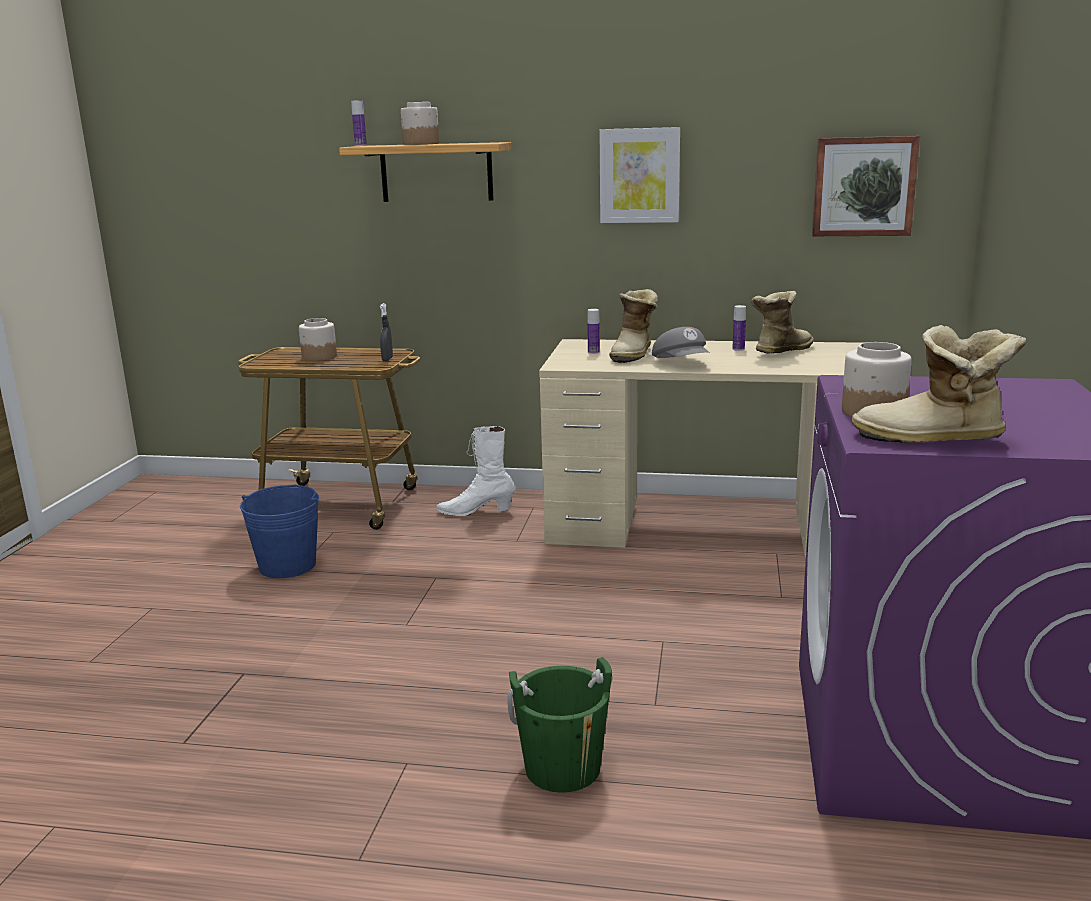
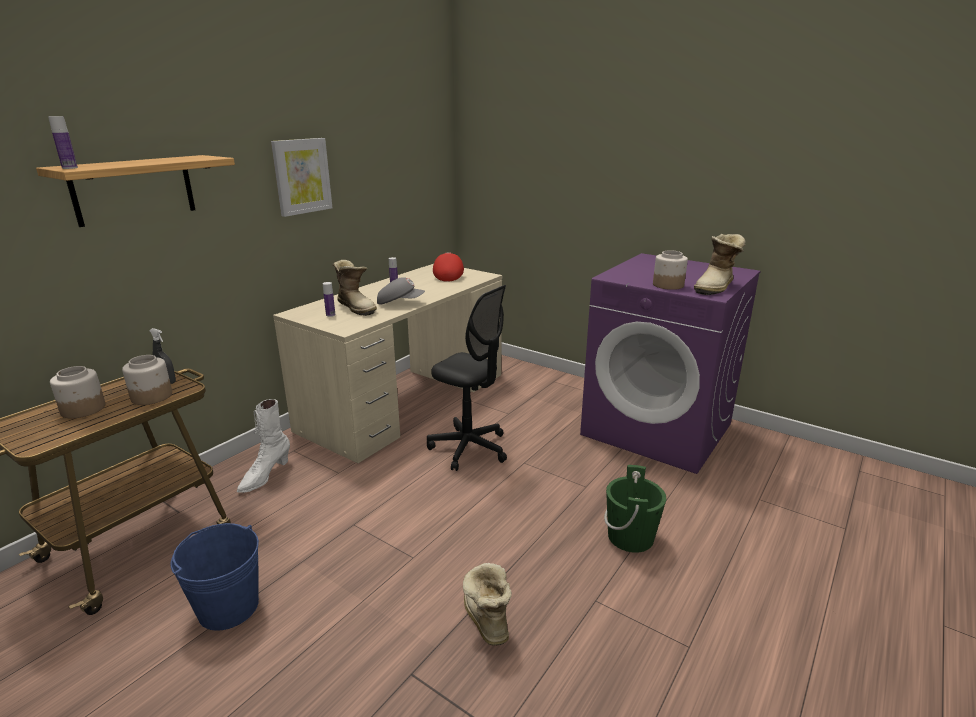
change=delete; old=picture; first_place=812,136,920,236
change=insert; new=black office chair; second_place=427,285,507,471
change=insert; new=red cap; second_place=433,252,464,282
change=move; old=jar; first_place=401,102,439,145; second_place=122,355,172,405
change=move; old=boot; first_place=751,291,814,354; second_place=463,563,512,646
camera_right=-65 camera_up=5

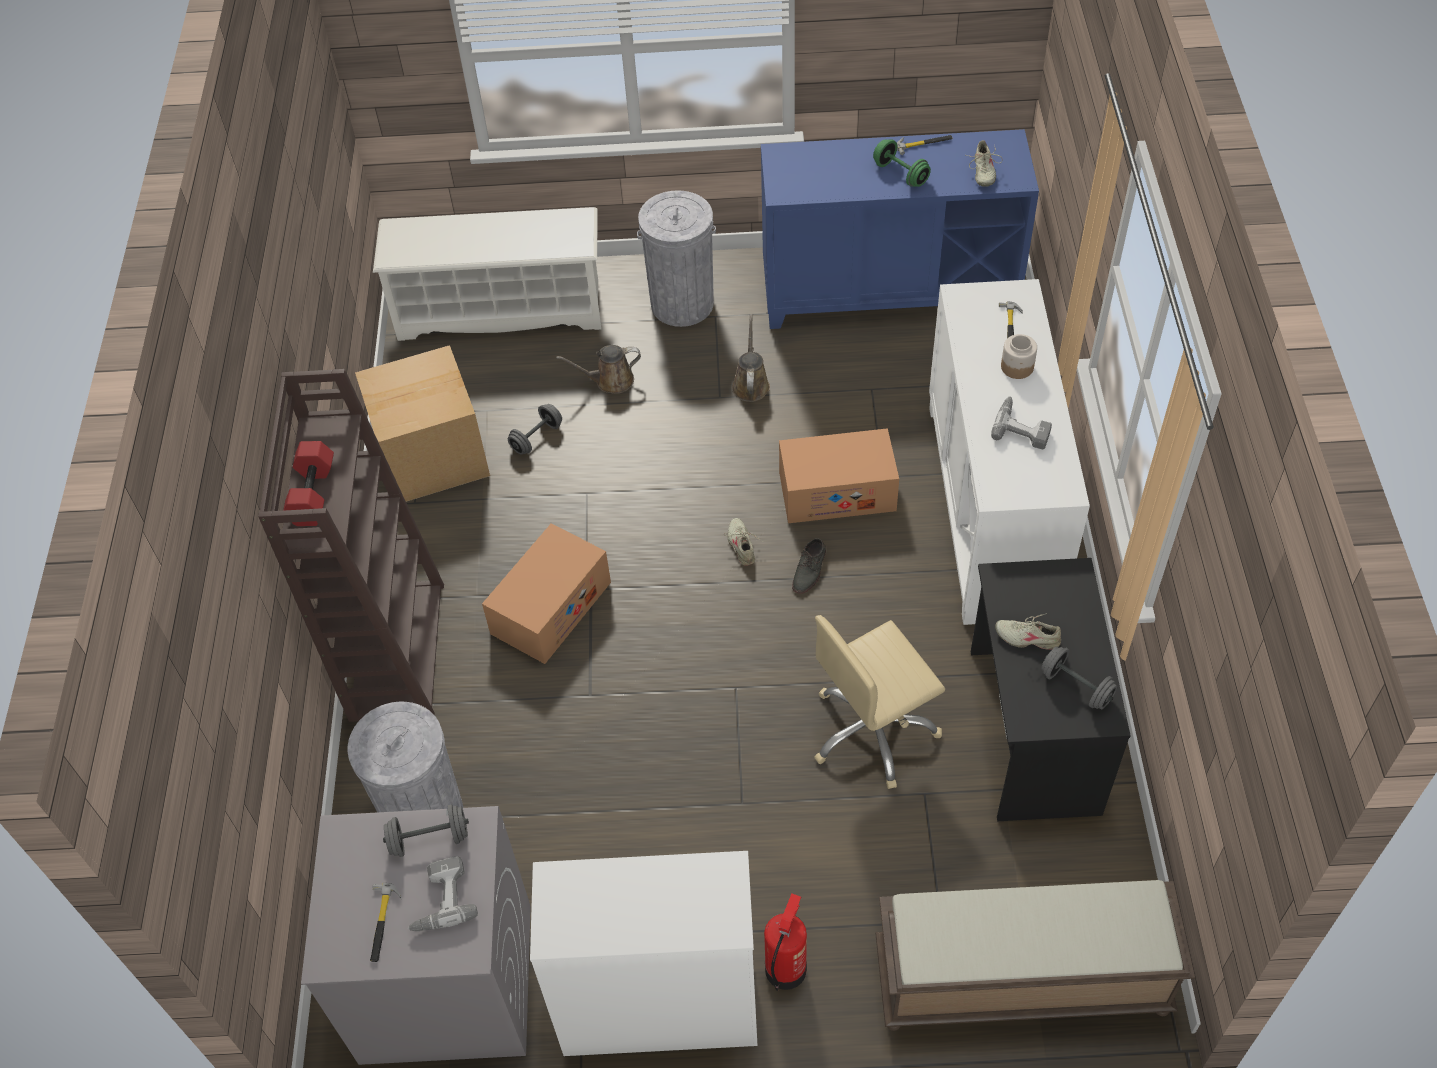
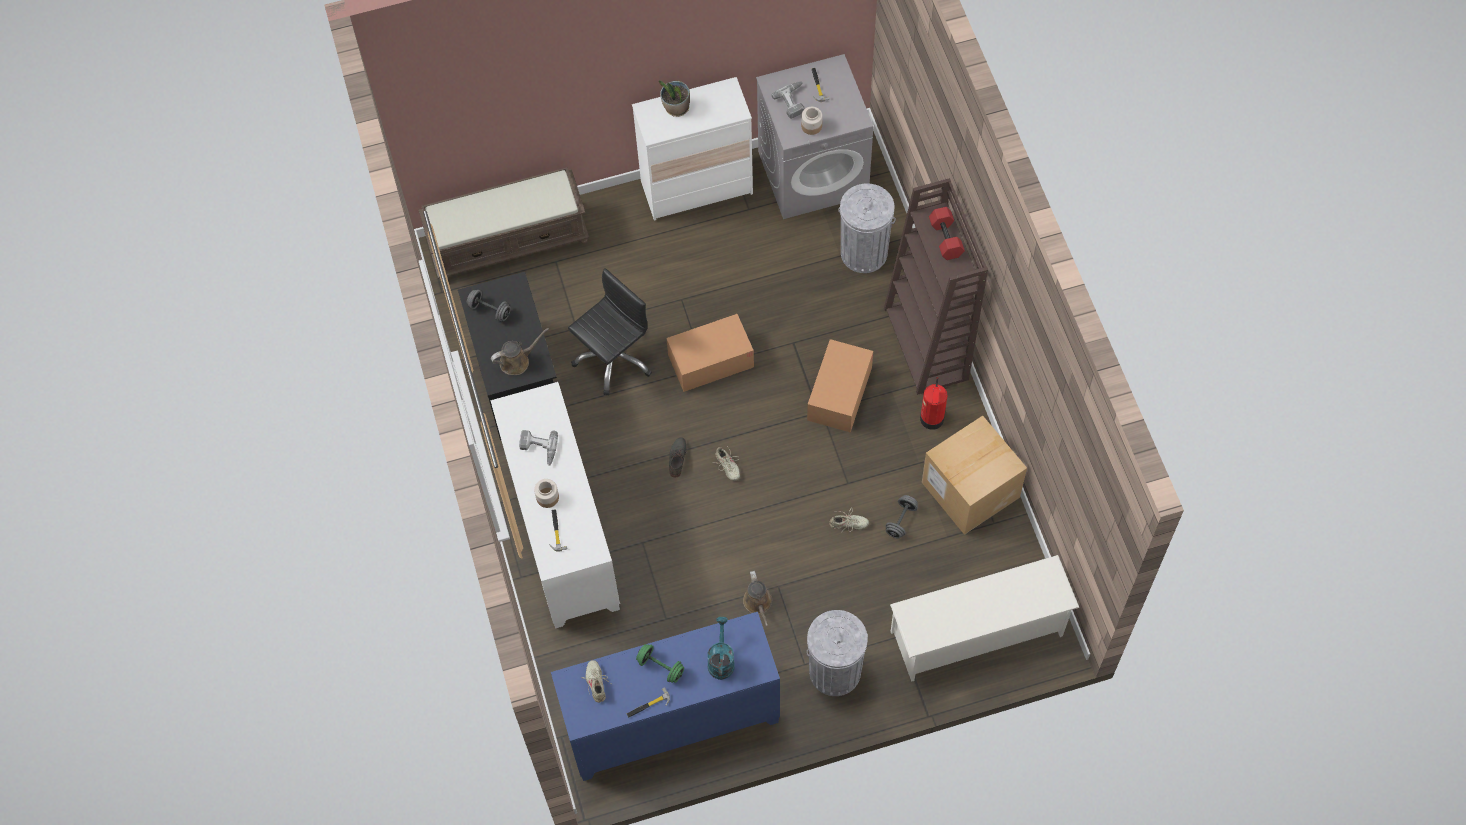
change=insert; new=potted plant; second_place=659,80,690,117
change=insert; new=turquoise watering can; second_place=707,617,735,680
change=move; old=brown watering can; first_place=556,345,641,394; second_place=491,328,549,375
change=move; old=fire extinguisher; first_place=764,894,807,991; second_place=920,377,947,430
change=move; old=cardboard box; first_place=779,428,899,523; second_place=666,314,754,392
change=move; old=beige shoe; first_place=995,613,1061,650; second_place=829,507,869,533
change=replace; old=grey dumbbell; new=jar; first_place=383,804,469,857; second_place=801,107,823,135
change=recolor; old=beige office chair; new=black office chair; first_place=814,615,945,789; second_place=568,268,652,395
camera_right=165 camera_up=10

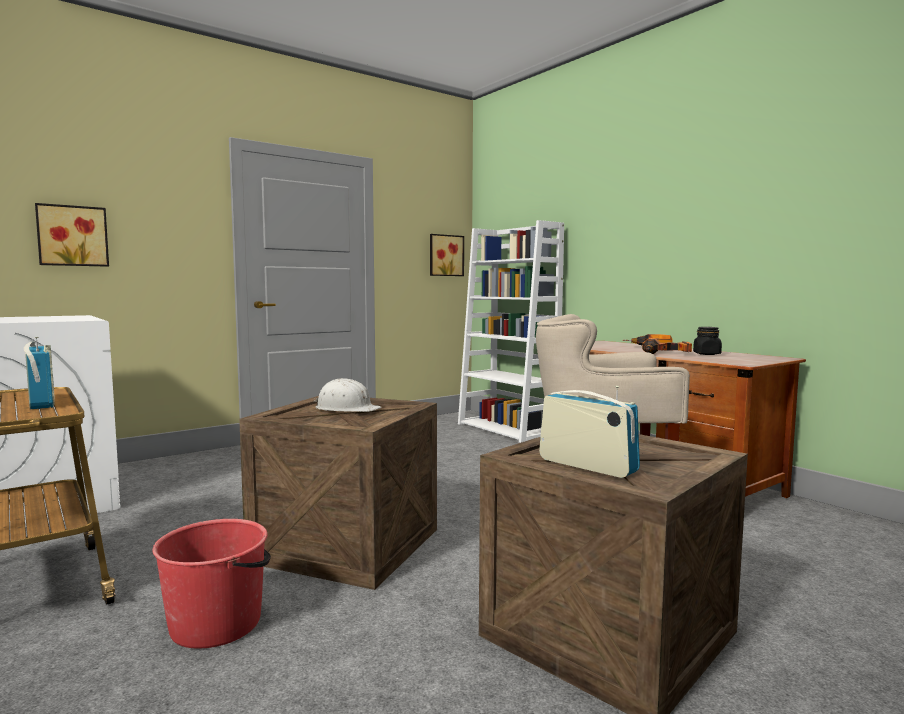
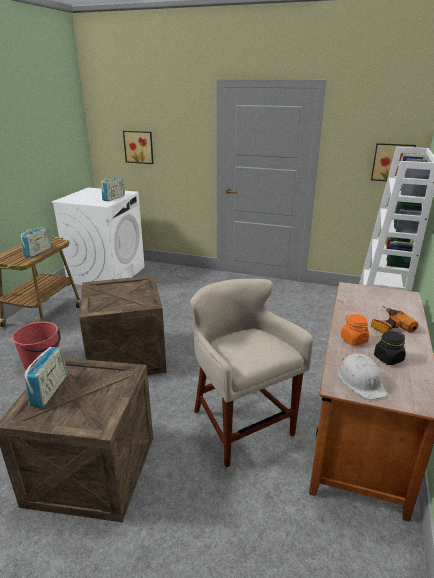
change=insert; new=radio; second_place=101,177,125,201
change=move; old=white hard hat; first_place=313,378,382,412; second_place=337,353,387,400
change=replace; old=power drill; new=orange jar; first_place=642,338,692,354; second_place=341,314,369,346
camera_right=55 camera_up=20

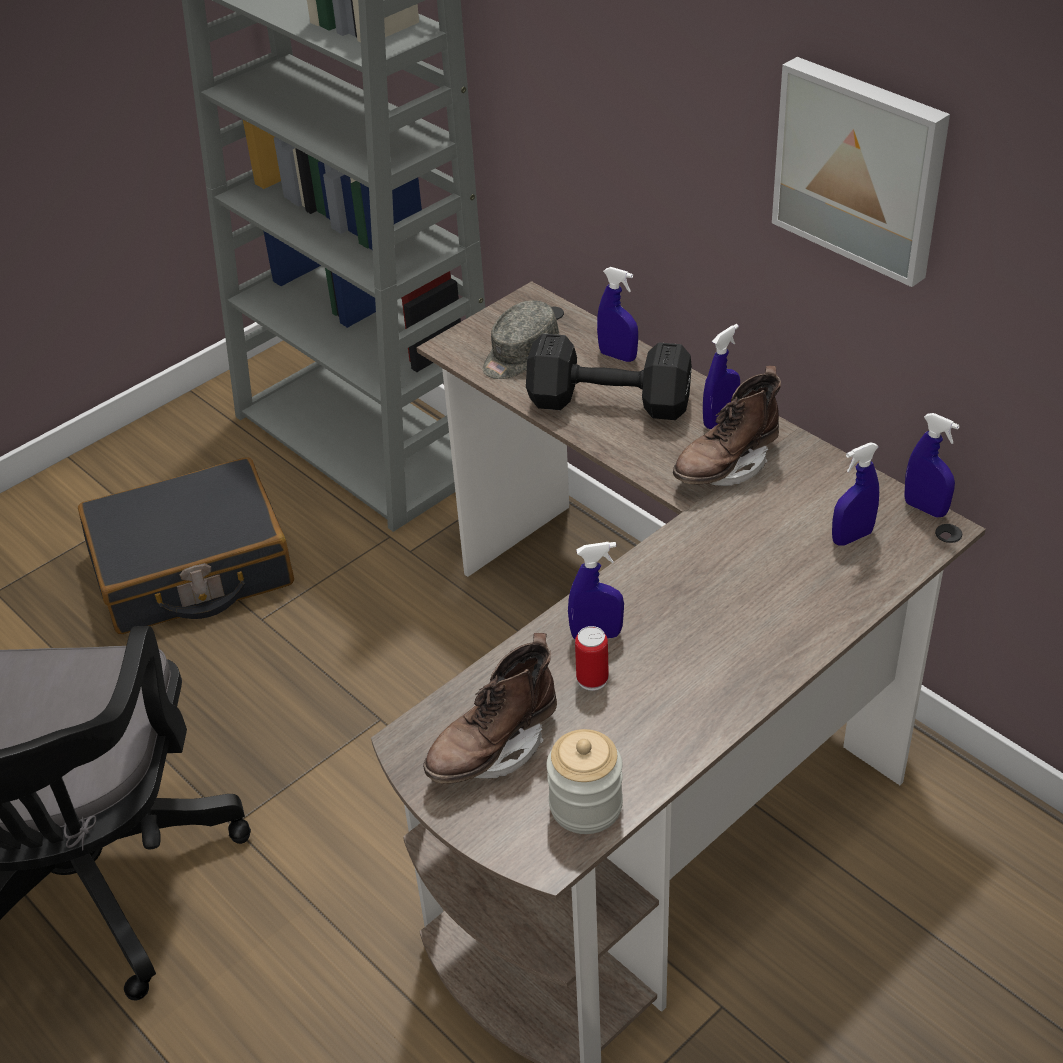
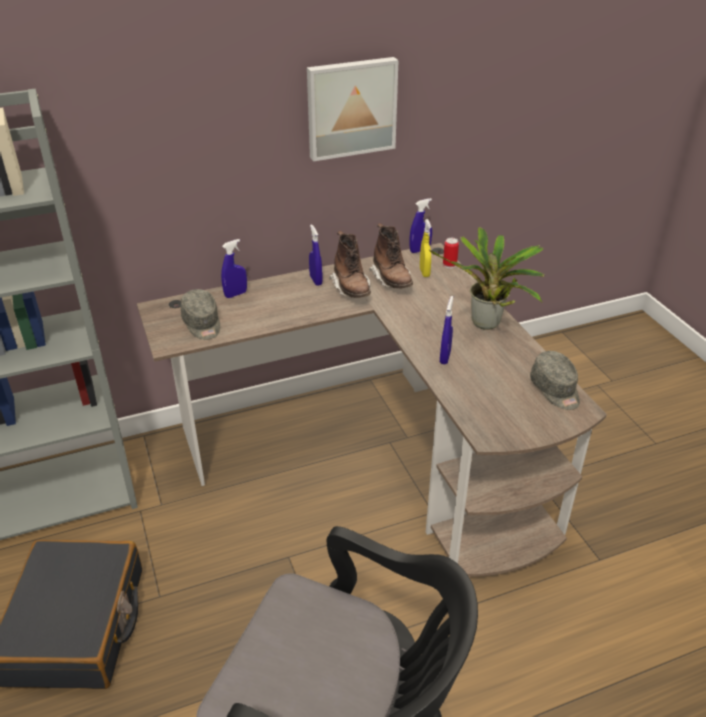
change=delete; old=black dumbbell; first_place=526,333,692,420
change=insert; new=potted plant; second_place=429,227,544,330
change=move; old=brown boot; first_place=423,633,557,784; second_place=369,223,413,288
change=move; old=can; first_place=575,626,609,691; second_place=443,238,459,268
change=replace; old=jar; new=grey cap; first_place=547,729,623,834; second_place=530,351,580,410
change=recolor; old=blue spray bottle; new=yellow spray bottle; first_place=832,442,879,546; second_place=420,219,431,277
camera_right=-70 camera_up=-5

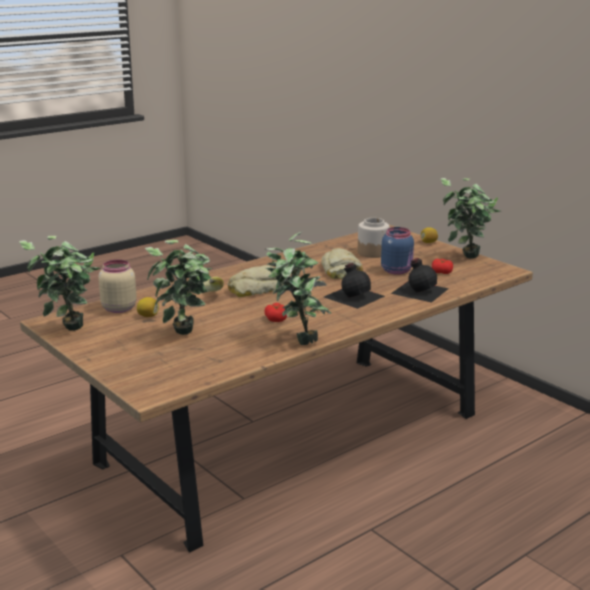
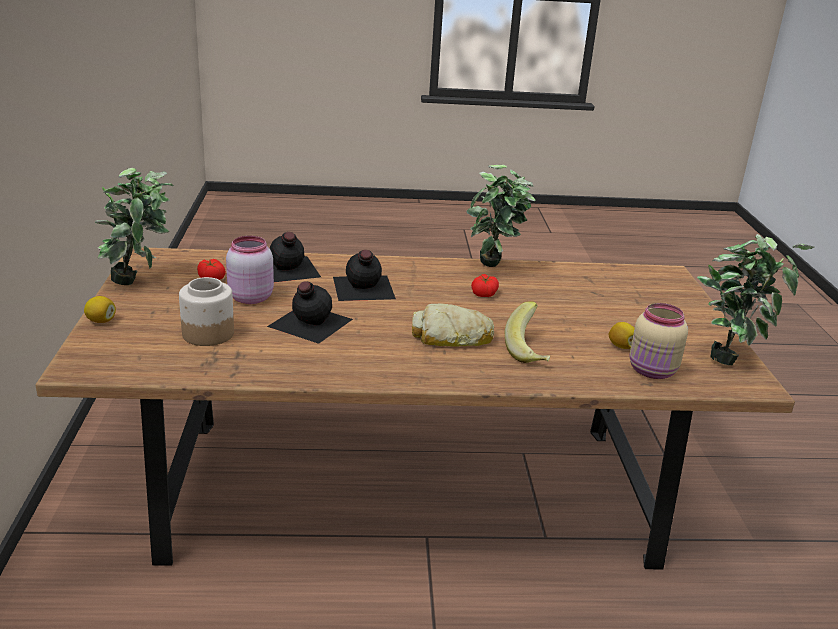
change=delete; old=potted plant; first_place=145,240,213,335
change=replace; old=bread; new=black bottle; first_place=321,248,363,279; second_place=267,281,353,344
change=recolor; old=blue jar; new=pink jar; first_place=381,227,414,275; second_place=226,236,274,304
camera_right=-145 camera_up=5

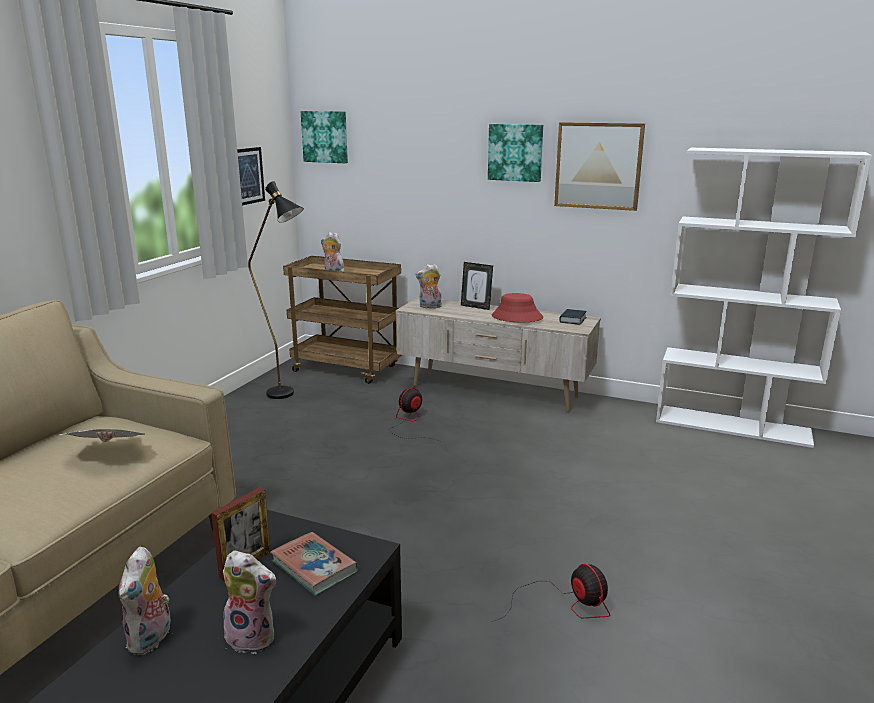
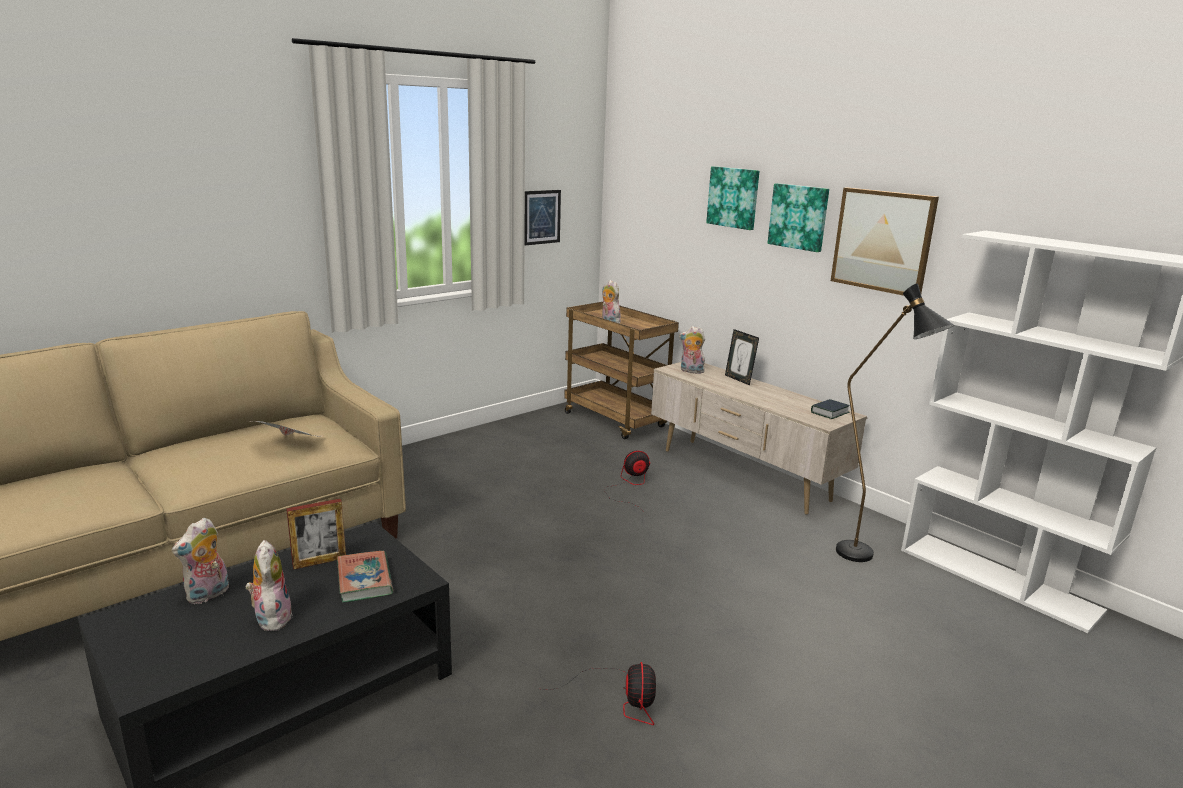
change=delete; old=red hat; first_place=491,293,543,322
change=move; old=black floor lamp; first_place=248,181,304,399; second_place=836,283,954,562
change=move; old=picture; first_place=301,111,348,163; second_place=706,166,760,230
change=rotate; old=plush toy; first_place=222,550,277,654; second_place=246,540,293,631; degrees=-150
camera_right=25 camera_up=0

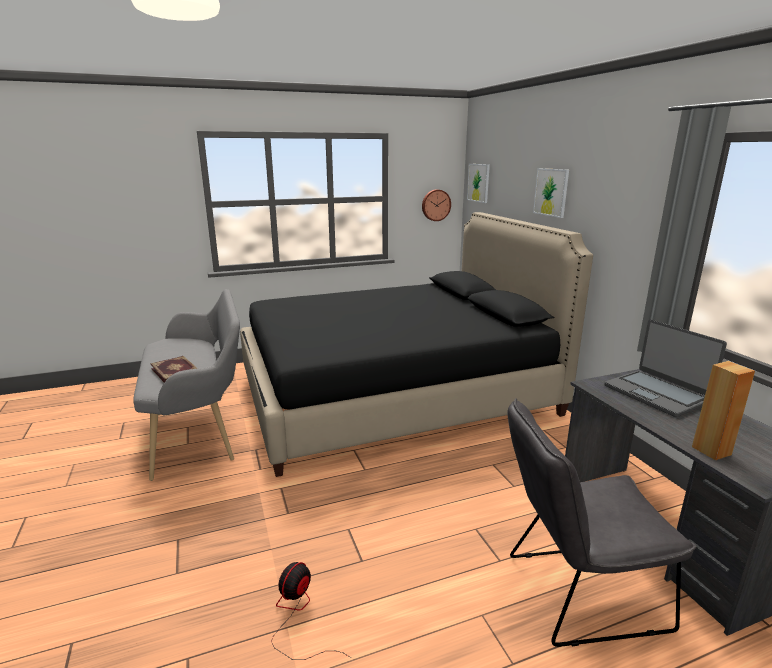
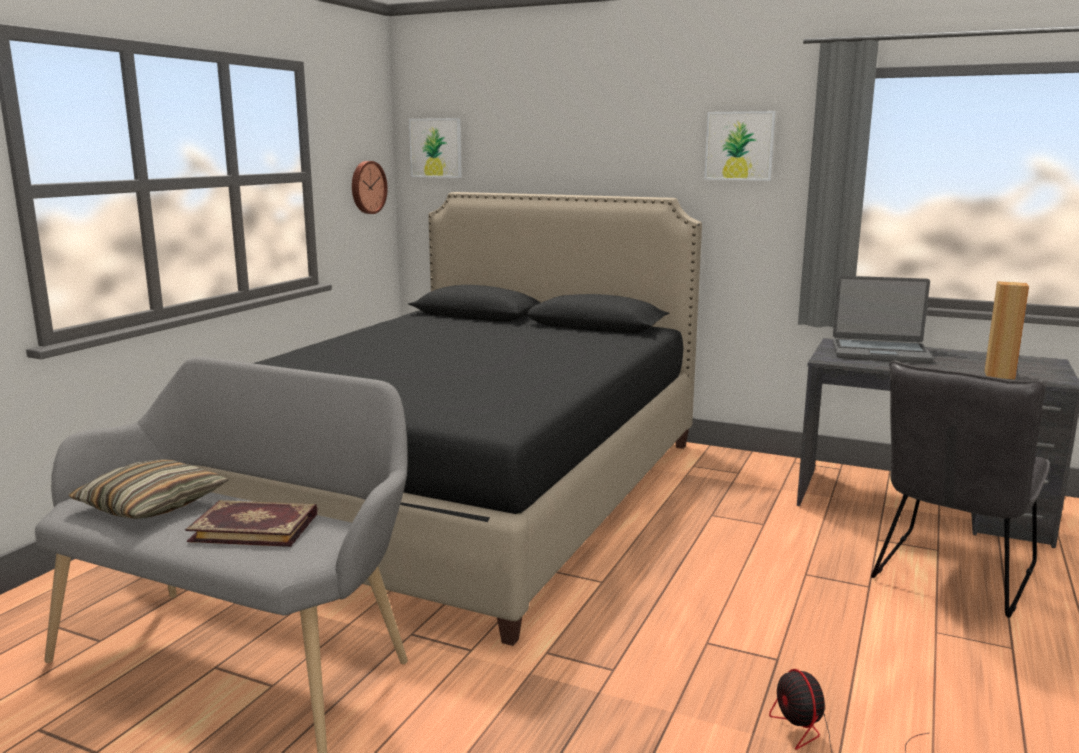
change=insert; new=pillow; second_place=68,459,229,519
change=move; old=picture; first_place=533,168,569,218; second_place=704,111,776,181
camera_right=-45 camera_up=-5

